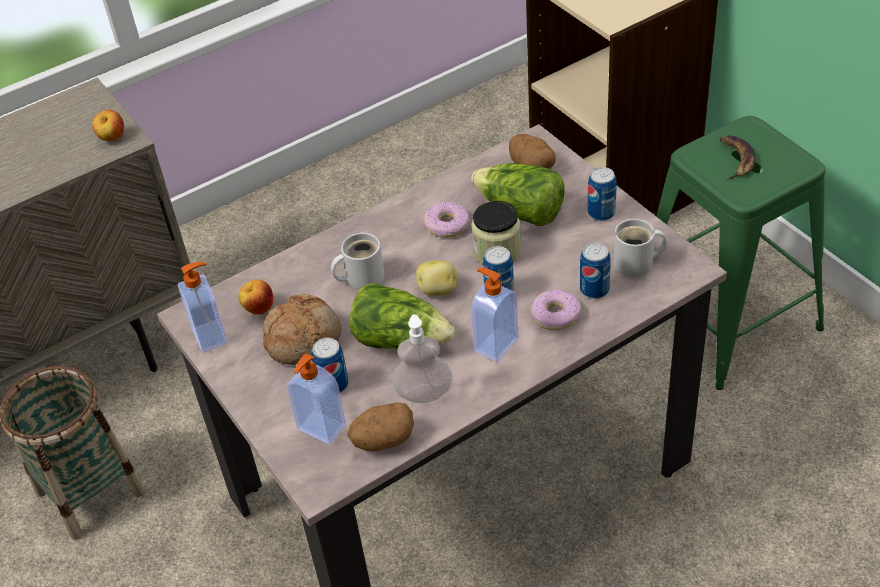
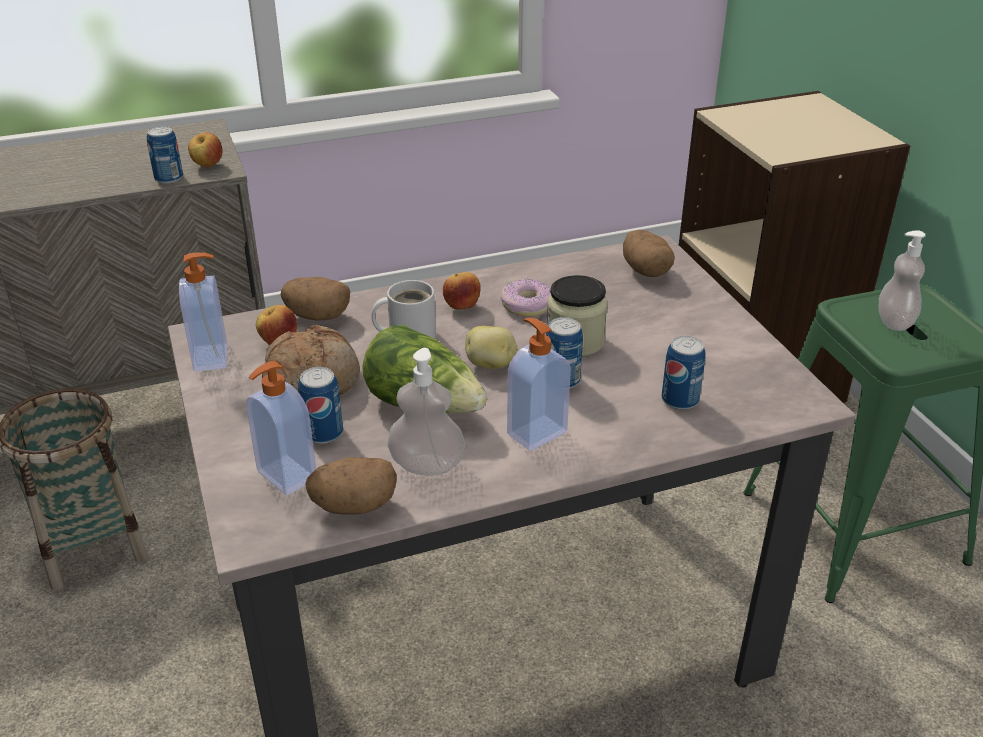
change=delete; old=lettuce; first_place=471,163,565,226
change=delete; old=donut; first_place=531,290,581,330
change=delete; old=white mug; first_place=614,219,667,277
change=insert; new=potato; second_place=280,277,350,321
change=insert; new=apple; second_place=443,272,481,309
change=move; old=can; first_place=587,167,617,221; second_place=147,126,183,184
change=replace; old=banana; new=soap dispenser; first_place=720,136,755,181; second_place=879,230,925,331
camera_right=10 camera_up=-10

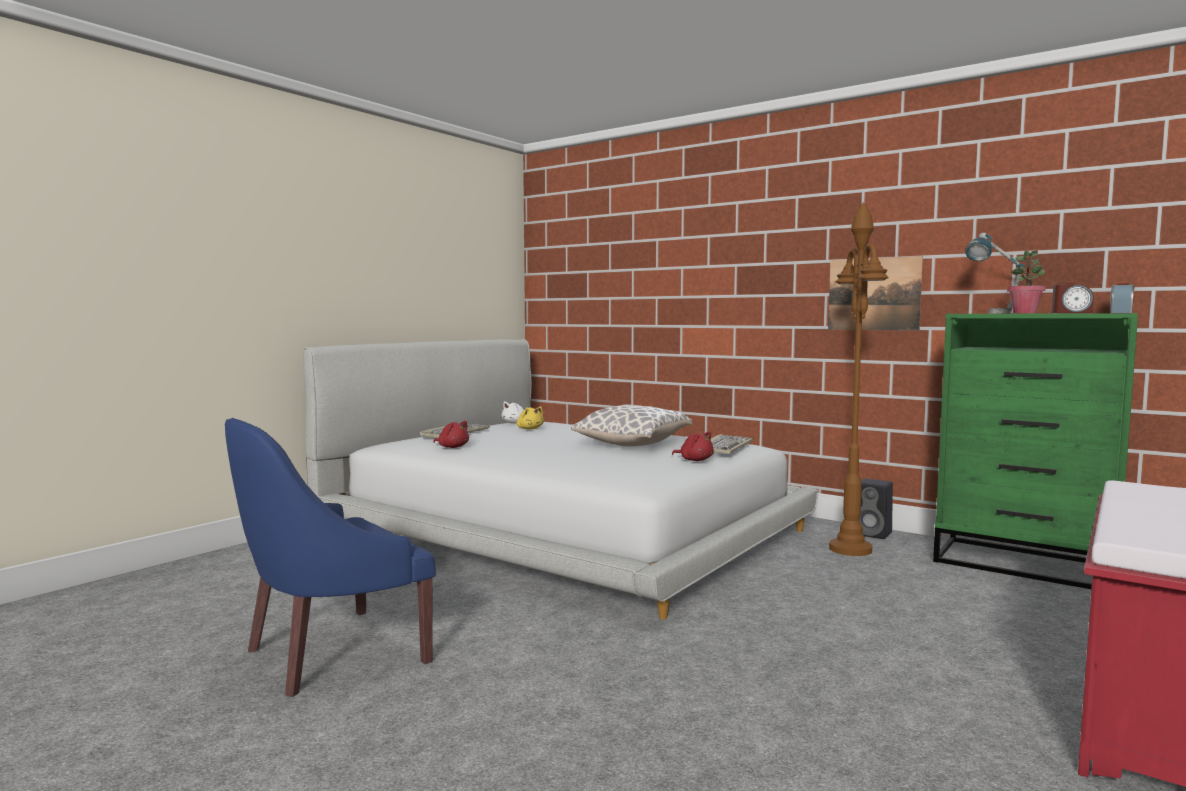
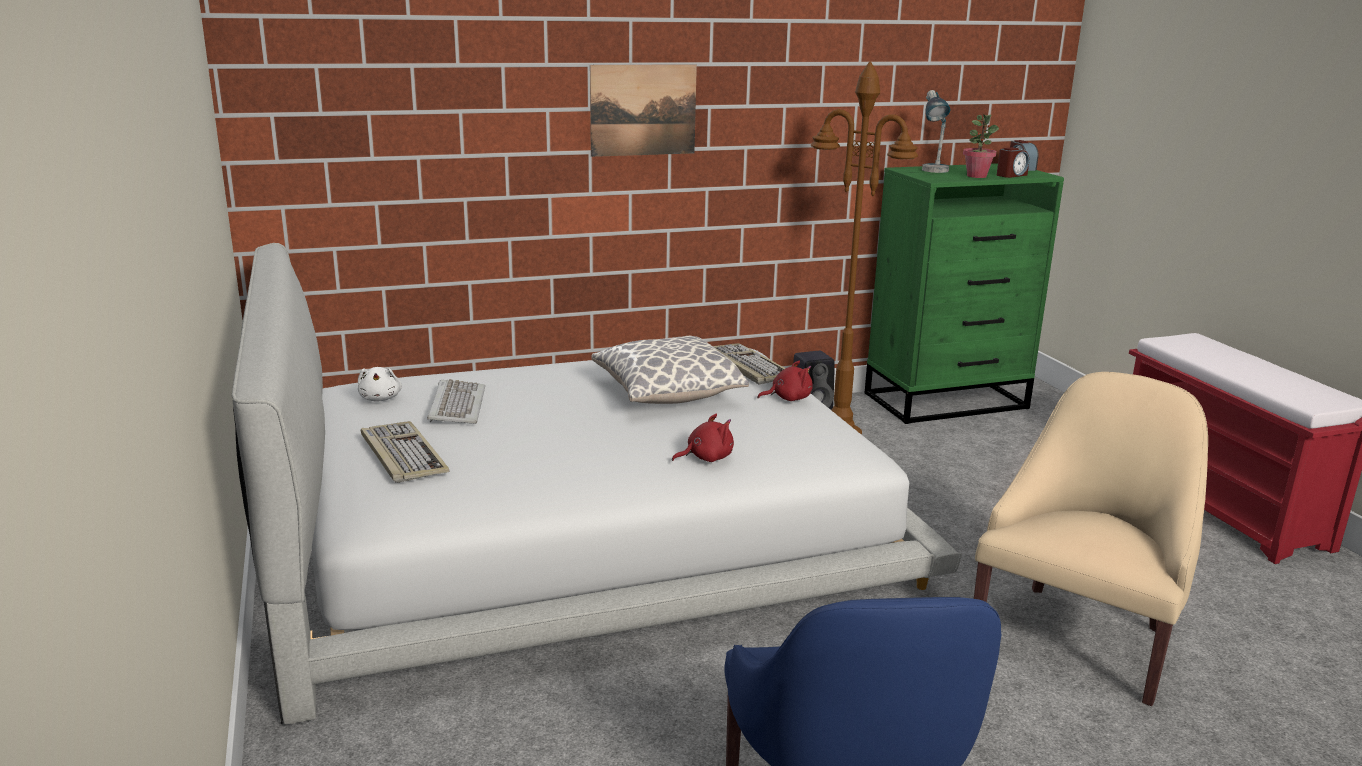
change=insert; new=beige armchair; second_place=974,372,1208,706
change=move; old=red plush toy; first_place=433,421,469,448; second_place=672,414,734,462
change=move; old=picture; first_place=828,256,923,331; second_place=590,64,697,157
change=replace; old=yellow plush toy; new=keyboard; first_place=516,406,544,430; second_place=427,379,485,424
camera_right=-55 camera_up=15

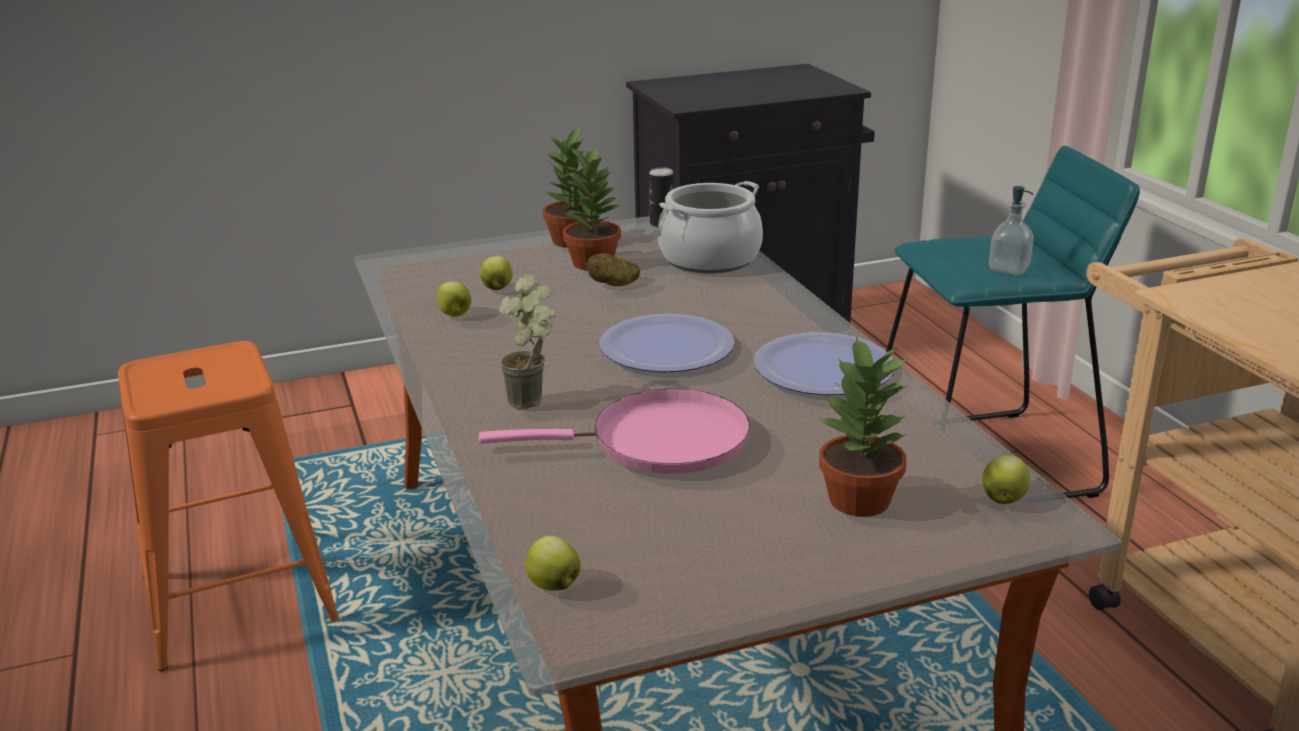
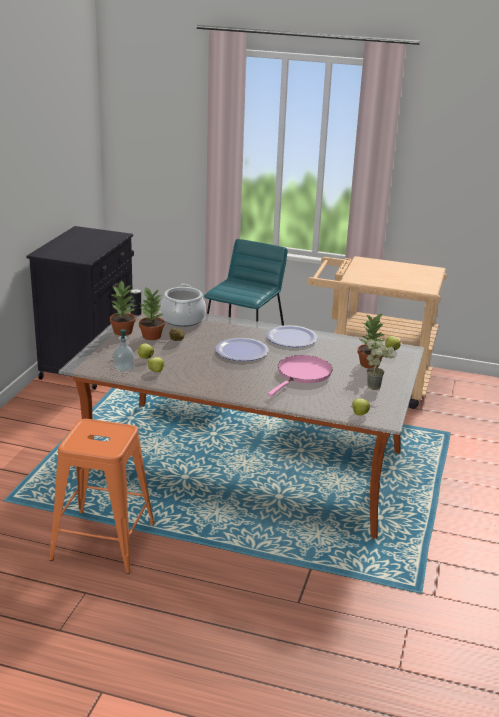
change=move; old=potted plant; first_place=499,274,556,409; second_place=366,339,394,390
change=move; old=soap dispenser; first_place=989,186,1034,275; second_place=113,329,134,372
camera_right=-55 camera_up=0

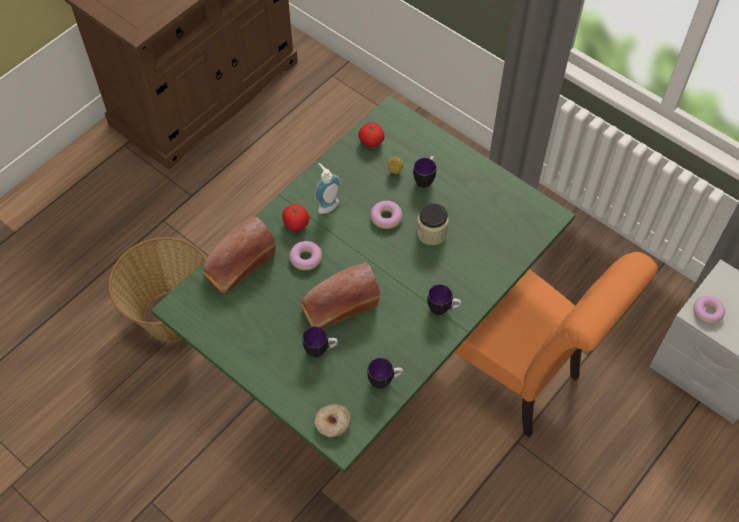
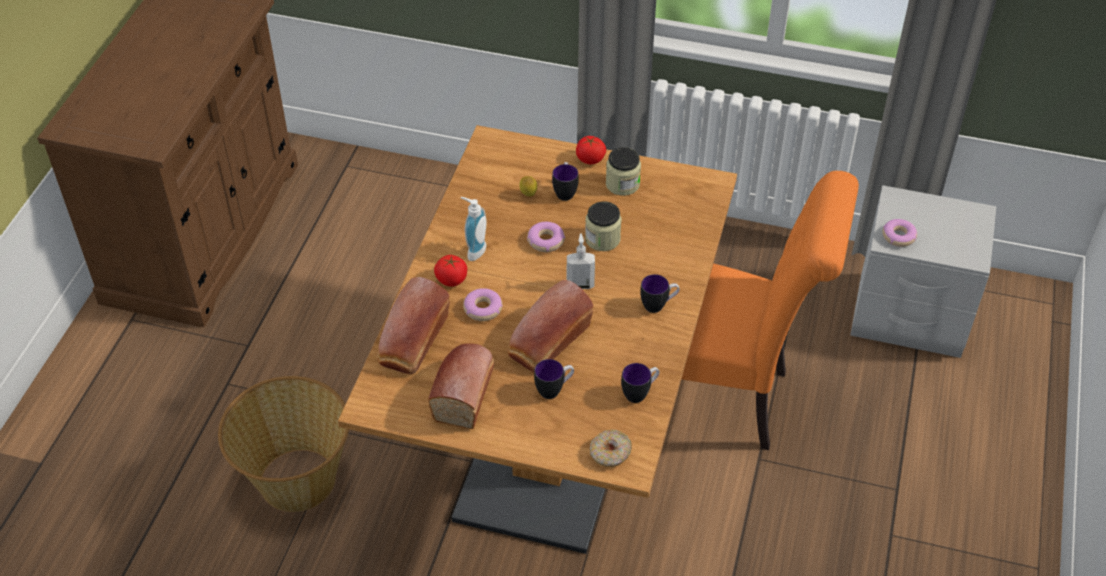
change=insert; new=bread; second_place=428,343,495,429
change=insert; new=soap dispenser; second_place=566,233,595,289
change=insert; new=jar; second_place=606,147,641,196
change=move; old=tomato; first_place=358,122,385,147; second_place=576,136,606,164
change=recolor; old=green dining table; new=brown dining table; first_place=151,95,575,473; second_place=338,125,737,554
camera_right=-25 camera_up=-10

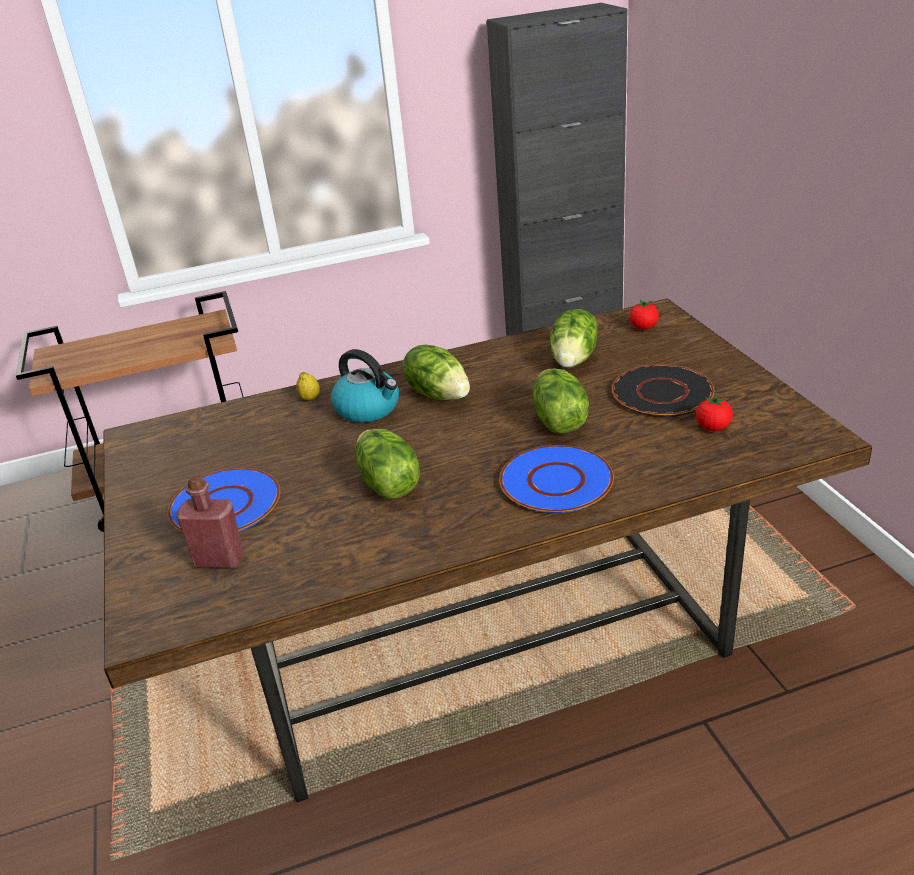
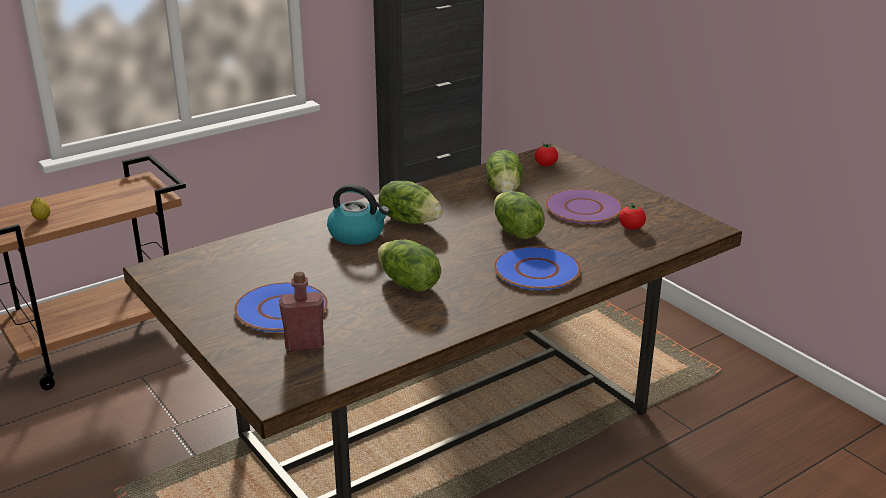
change=move; old=lemon; first_place=296,372,320,400; second_place=31,197,50,220
change=recolor; old=black plate; new=purple plate; first_place=612,364,714,417; second_place=545,189,623,224
camera_right=-20 camera_up=-5

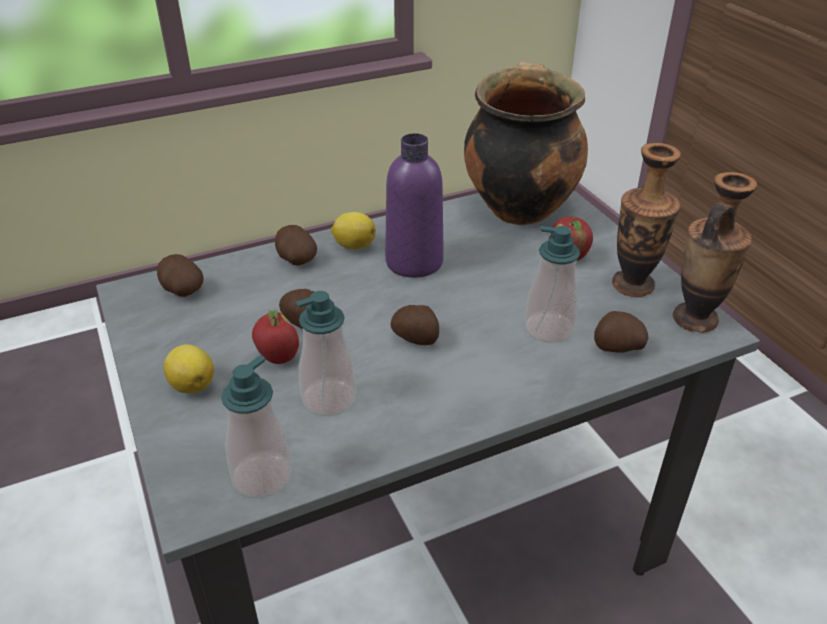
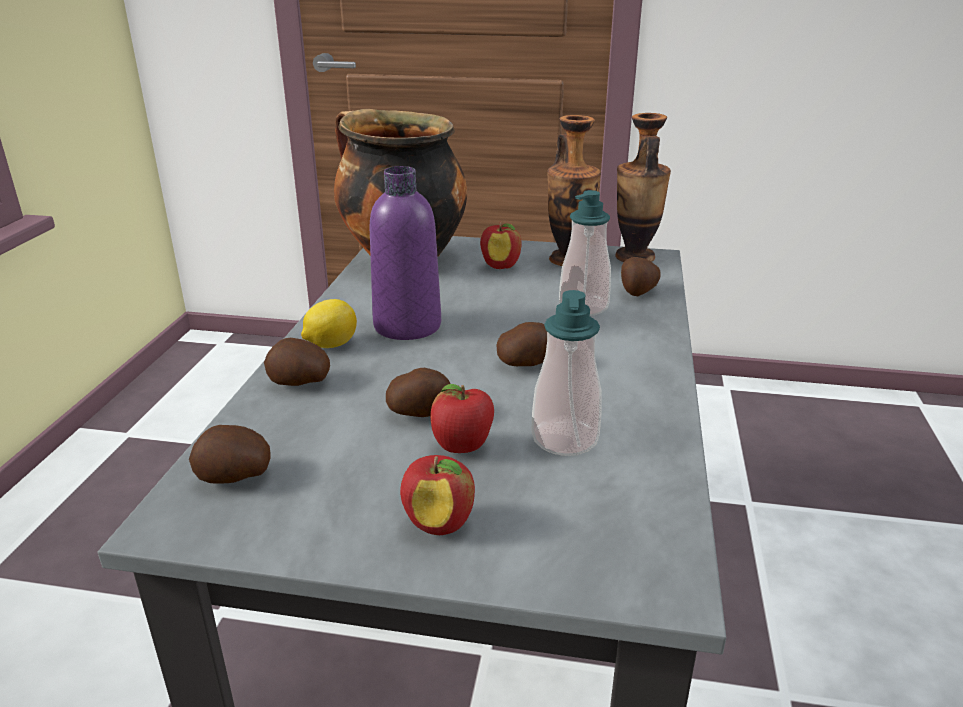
change=delete; old=soap dispenser; first_place=221,355,293,498
change=replace; old=lemon; new=apple; first_place=164,344,214,393; second_place=400,455,475,535
camera_right=-55 camera_up=-10

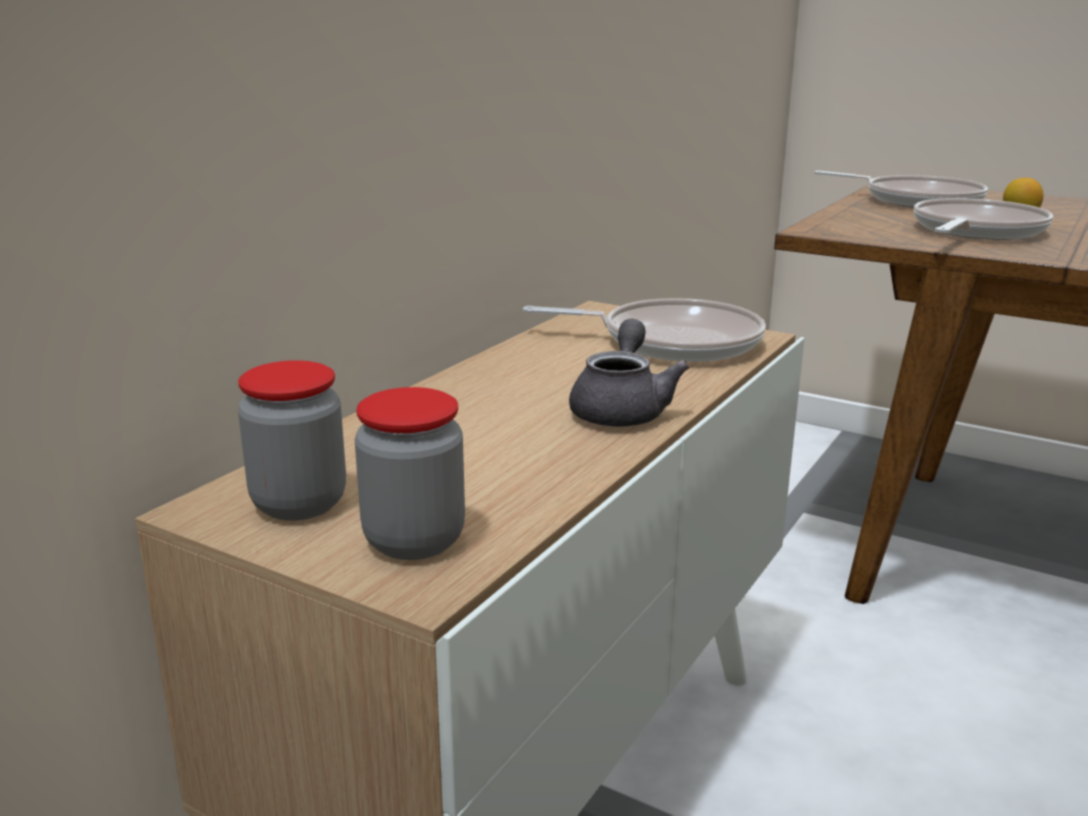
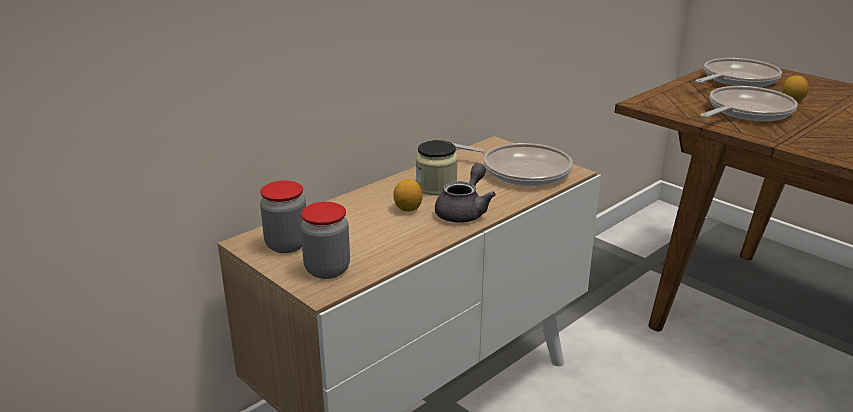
change=insert; new=lemon; second_place=393,180,423,212
change=insert; new=jar; second_place=416,140,458,196
change=rotate; old=frying pan; first_place=814,171,988,207; second_place=695,58,782,87; degrees=-90
camera_right=15 camera_up=5

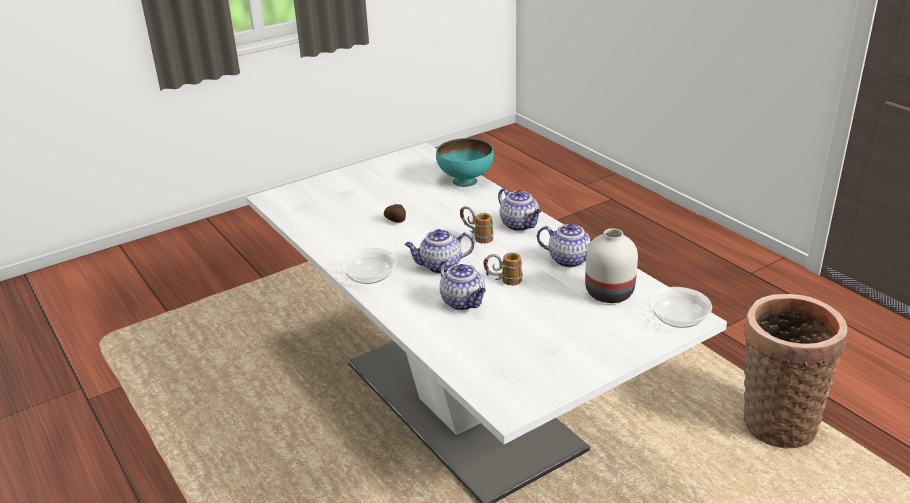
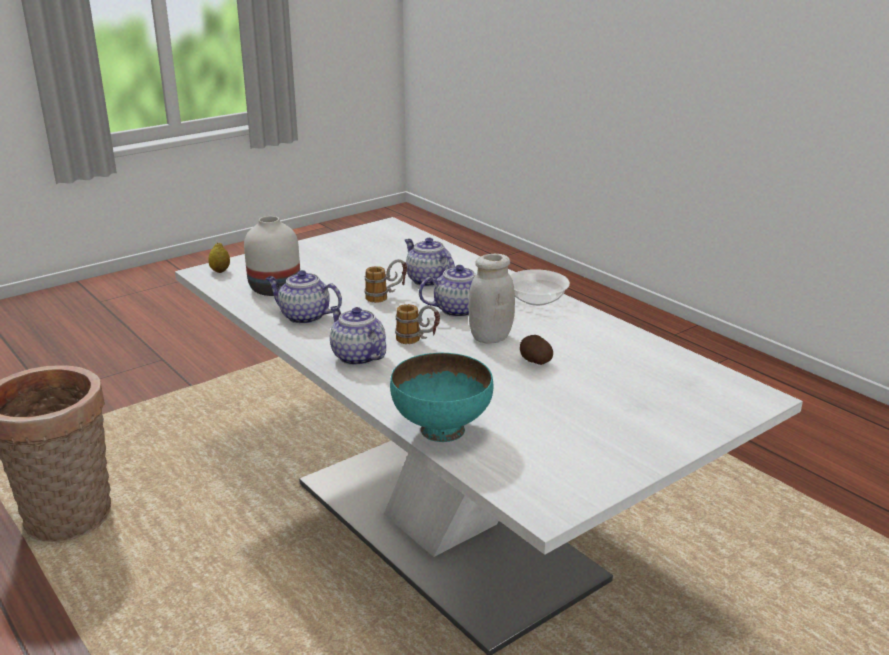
change=insert; new=white jar; second_place=468,254,515,344
change=replace; old=bowl; new=lemon; first_place=649,287,712,328; second_place=208,243,230,273
camera_right=175 camera_up=-5

